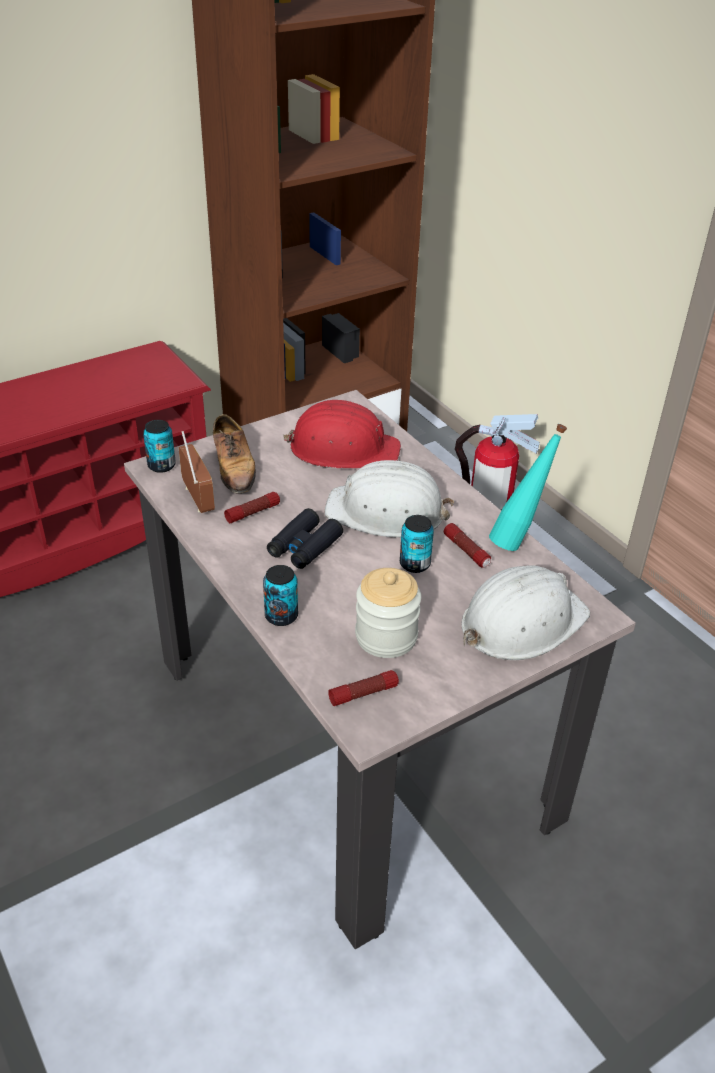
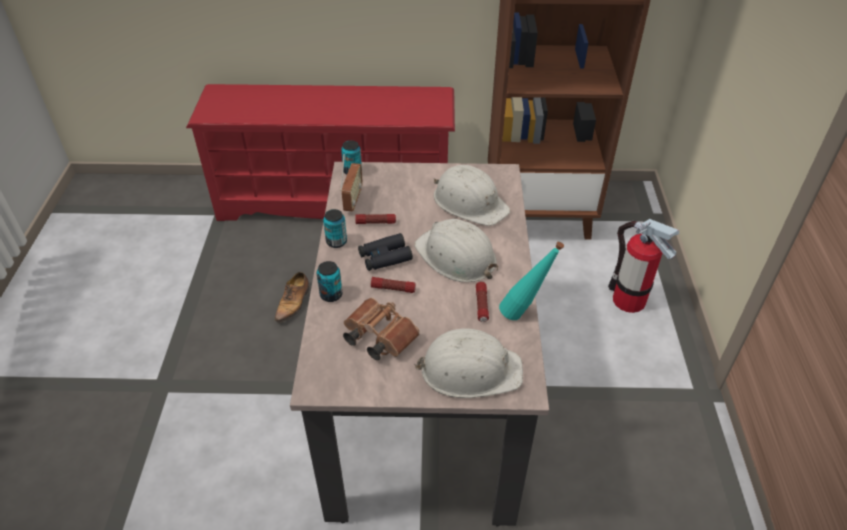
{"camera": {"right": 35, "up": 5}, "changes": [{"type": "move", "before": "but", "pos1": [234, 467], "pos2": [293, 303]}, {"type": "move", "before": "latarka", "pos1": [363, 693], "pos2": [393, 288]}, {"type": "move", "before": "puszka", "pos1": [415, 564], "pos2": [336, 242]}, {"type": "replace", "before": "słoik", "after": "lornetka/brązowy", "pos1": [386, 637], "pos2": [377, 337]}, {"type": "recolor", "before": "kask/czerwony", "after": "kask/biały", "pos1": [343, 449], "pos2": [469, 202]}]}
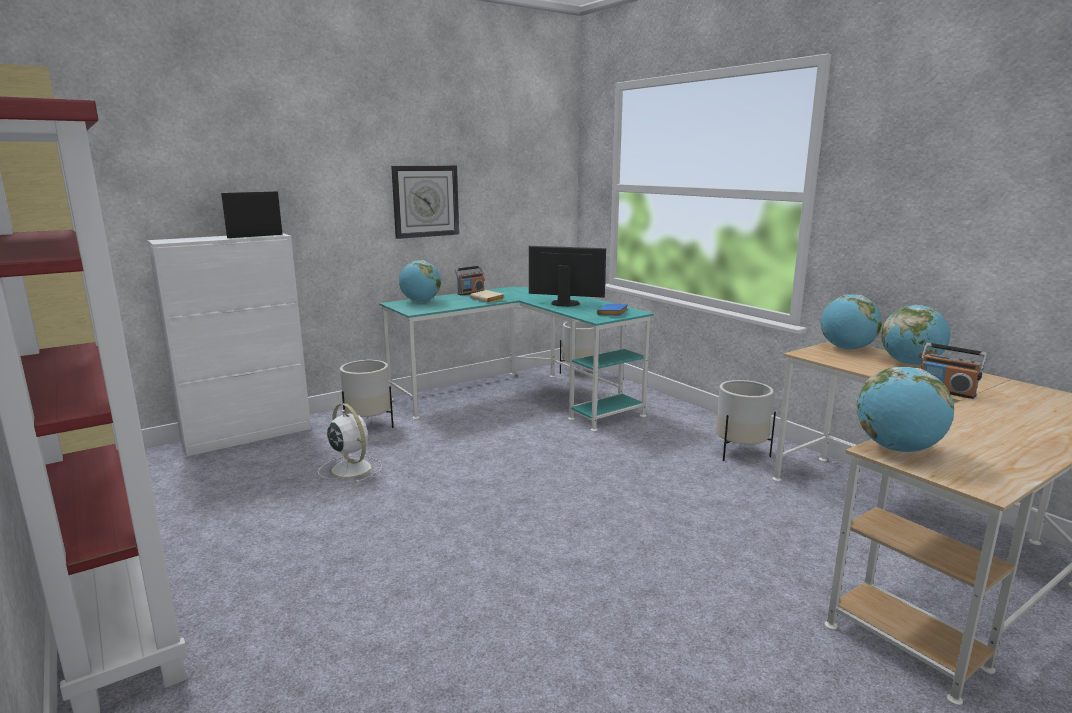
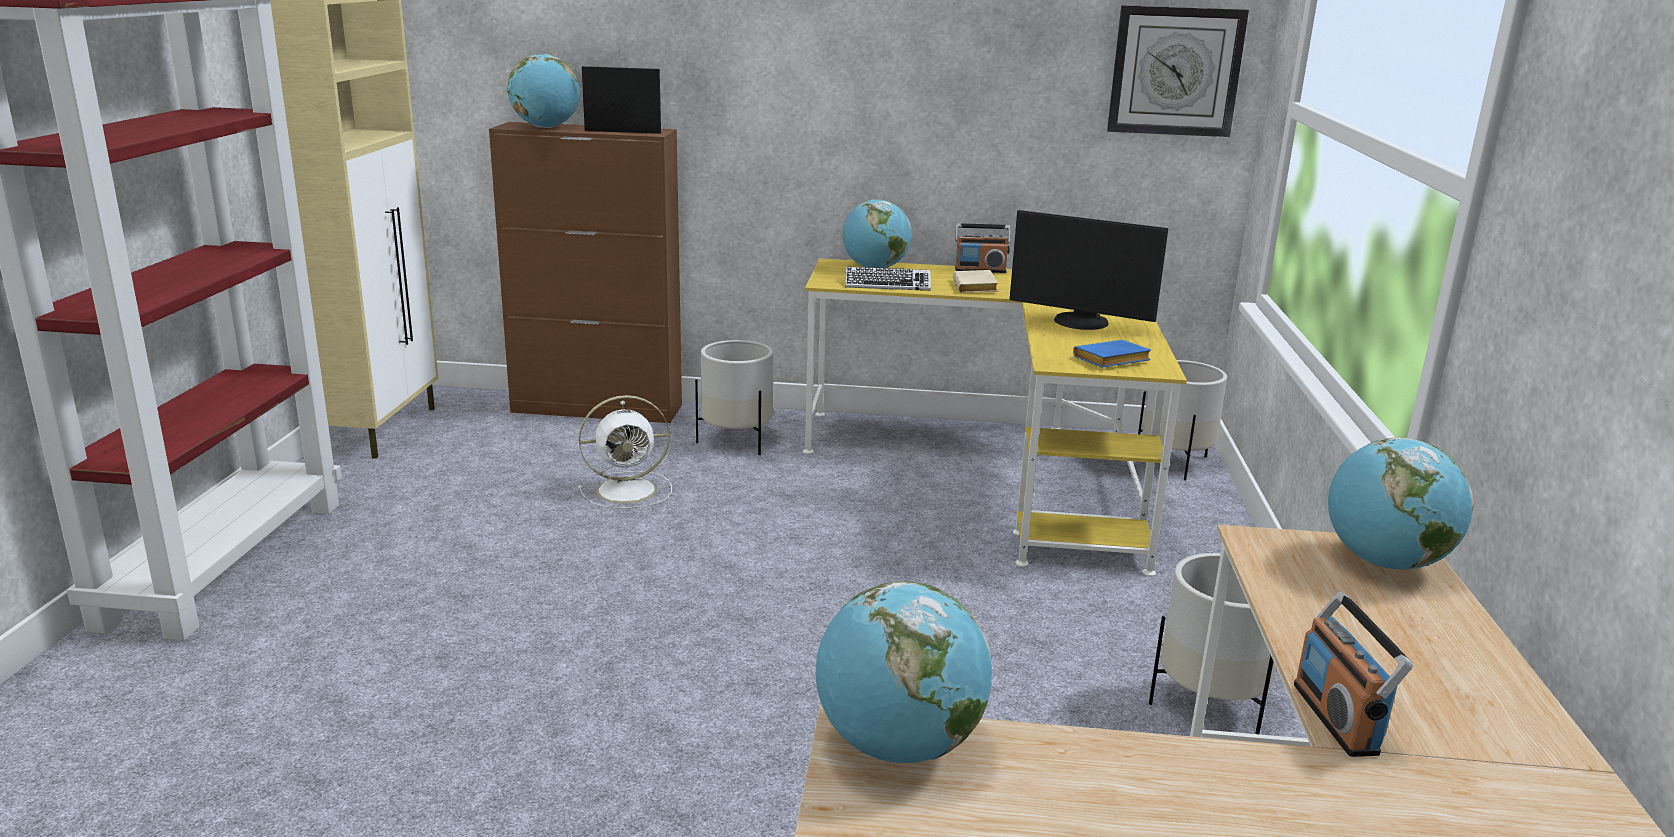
{"camera": {"right": 40, "up": 5}, "changes": [{"type": "insert", "after": "klawiatura", "pos2": [887, 285]}, {"type": "move", "before": "zegar ścienny", "pos1": [425, 201], "pos2": [1175, 71]}, {"type": "move", "before": "globus", "pos1": [910, 364], "pos2": [546, 127]}, {"type": "recolor", "before": "szafka/biały", "after": "szafka/brązowy", "pos1": [248, 435], "pos2": [598, 408]}, {"type": "recolor", "before": "biurko/turkusowy", "after": "biurko/żółty", "pos1": [518, 397], "pos2": [998, 470]}, {"type": "rotate", "before": "wentylator/biały", "pos1": [350, 468], "pos2": [629, 490], "turn": 75}, {"type": "rotate", "before": "monitor", "pos1": [565, 303], "pos2": [1080, 322], "turn": 150}]}
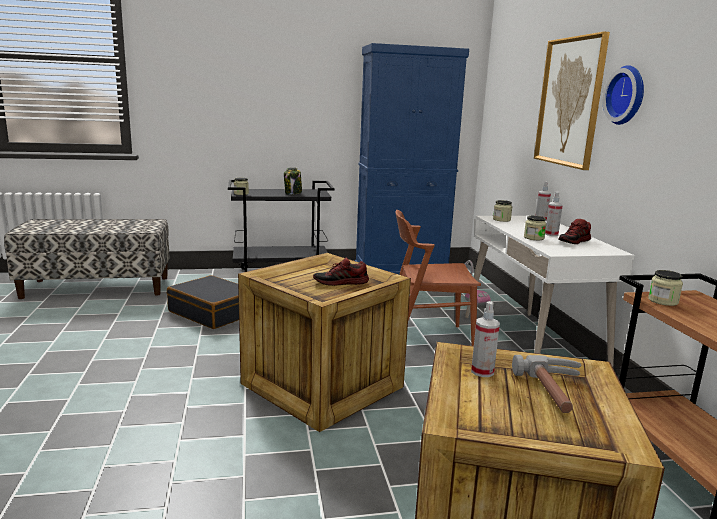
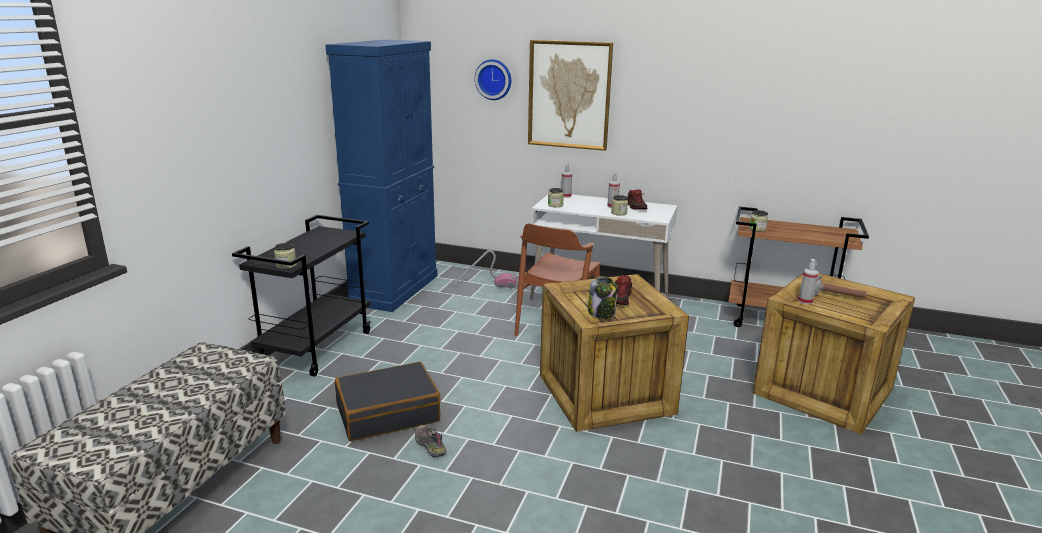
{"camera": {"right": -60, "up": 5}, "changes": [{"type": "insert", "after": "but", "pos2": [428, 445]}, {"type": "move", "before": "słoik", "pos1": [293, 193], "pos2": [602, 313]}, {"type": "move", "before": "zegar ścienny", "pos1": [627, 95], "pos2": [494, 79]}]}
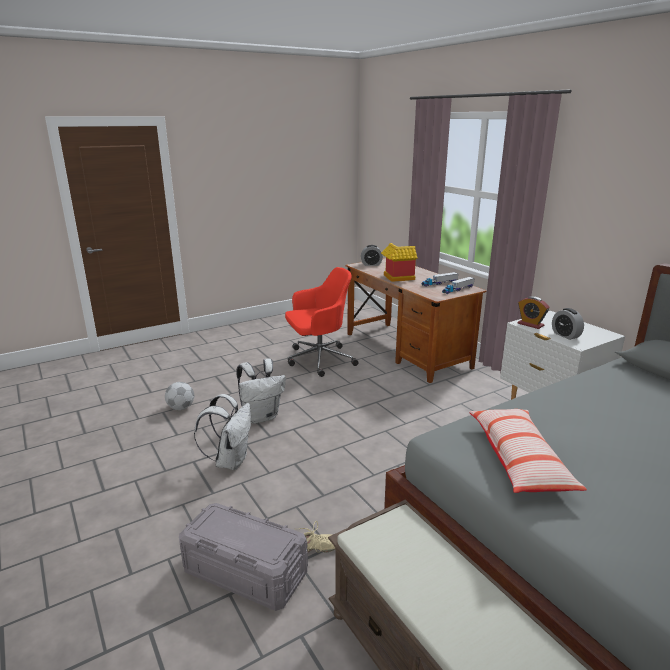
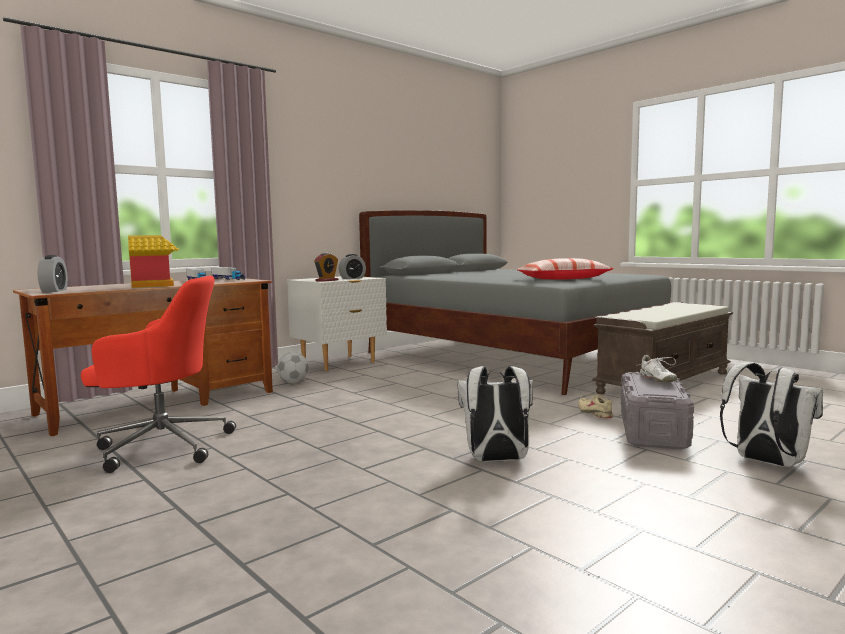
{"camera": {"right": -100, "up": -15}, "changes": [{"type": "insert", "after": "but/biały", "pos2": [657, 379]}, {"type": "move", "before": "piłka futbolowa", "pos1": [181, 408], "pos2": [293, 382]}, {"type": "move", "before": "plecak/biały", "pos1": [261, 416], "pos2": [765, 462]}, {"type": "rotate", "before": "krzesło biurowe/czerwony", "pos1": [318, 360], "pos2": [161, 446], "turn": 120}]}
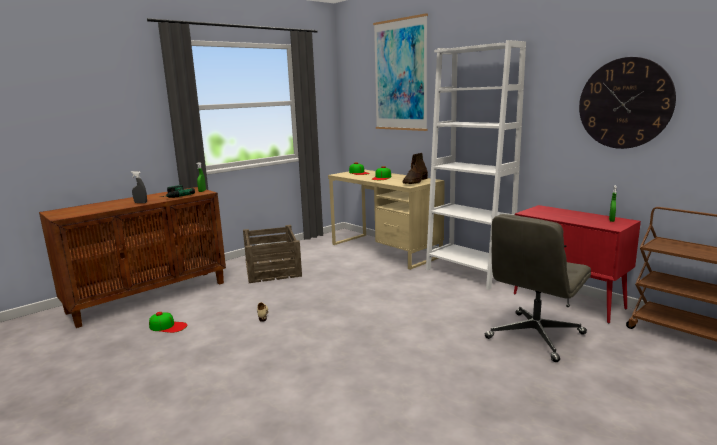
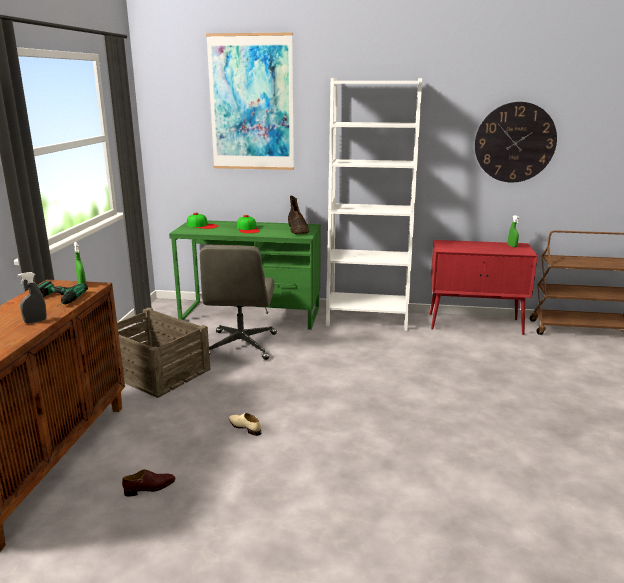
{"camera": {"right": -40, "up": 5}, "changes": [{"type": "move", "before": "krzesło biurowe/szary", "pos1": [535, 336], "pos2": [241, 346]}, {"type": "replace", "before": "czapka z daszkiem", "after": "but/brązowy", "pos1": [168, 326], "pos2": [150, 488]}, {"type": "recolor", "before": "biurko/beżowy", "after": "biurko/zielony", "pos1": [384, 250], "pos2": [251, 315]}]}
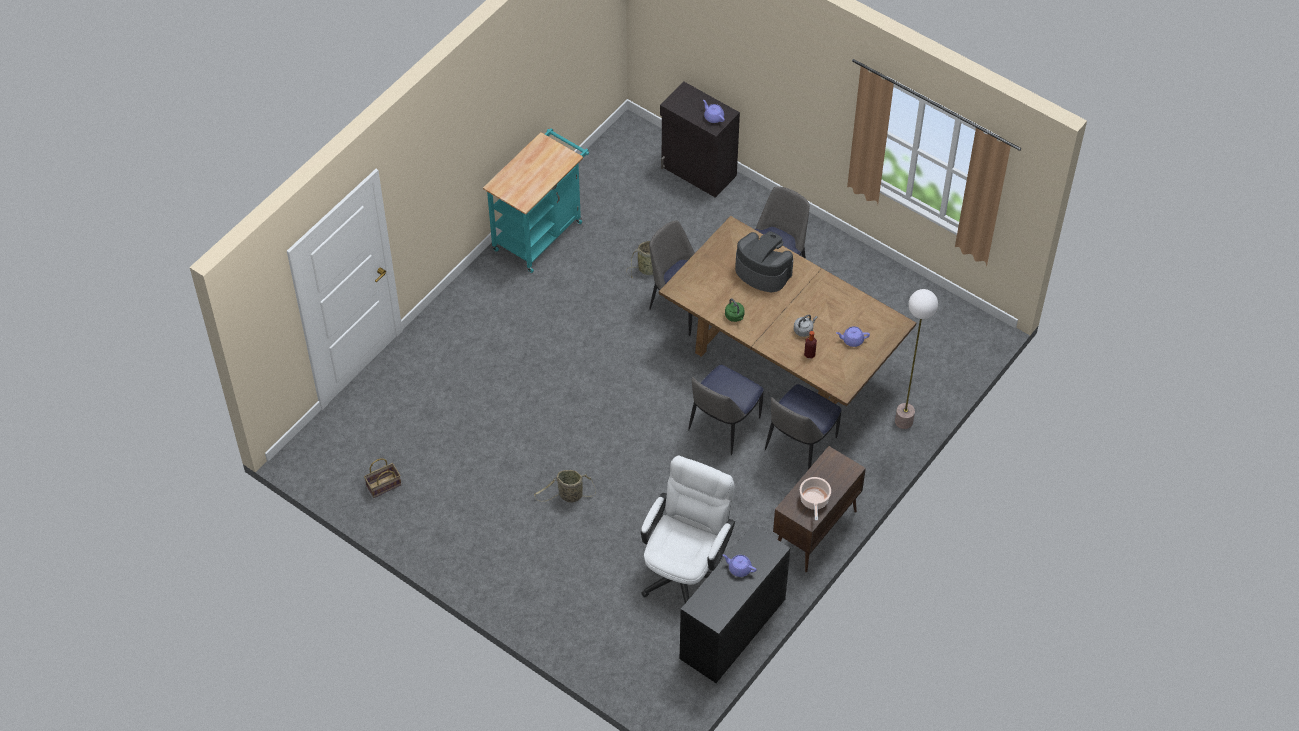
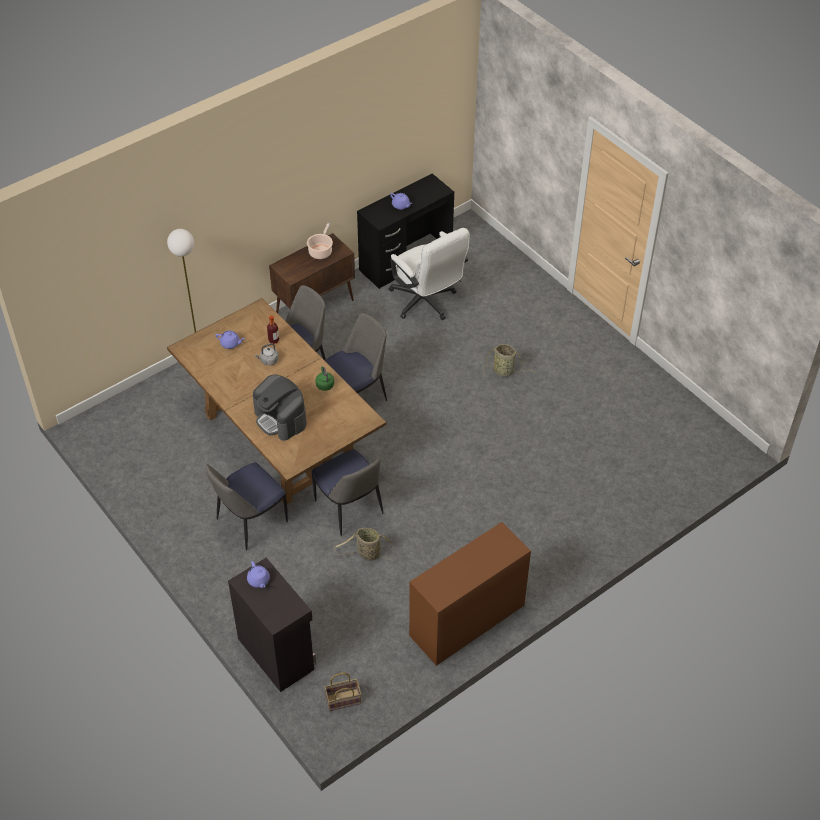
{"camera": {"right": -165, "up": -5}, "changes": [{"type": "move", "before": "koszyk", "pos1": [383, 486], "pos2": [344, 699]}, {"type": "replace", "before": "wózek/turkusowy", "after": "biurko/brązowy", "pos1": [541, 232], "pos2": [467, 620]}, {"type": "rotate", "before": "krzesło biurowe/biały", "pos1": [685, 569], "pos2": [426, 303], "turn": -75}]}
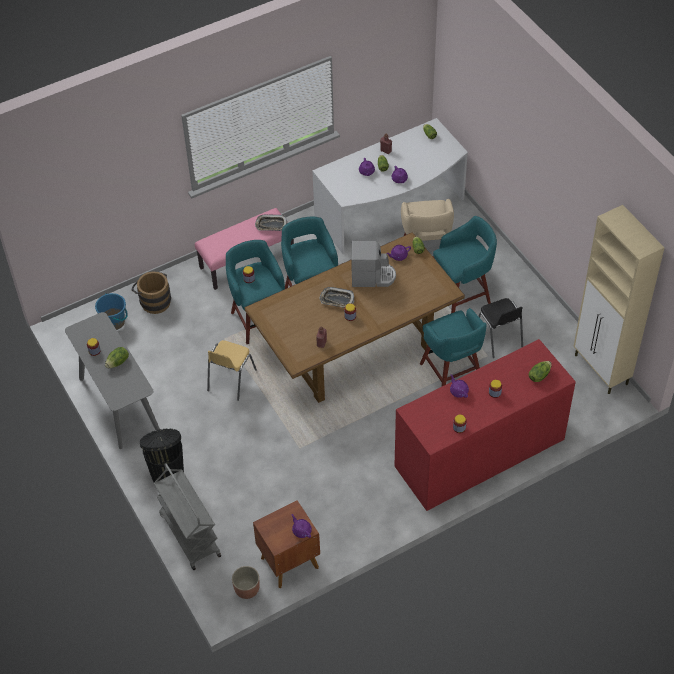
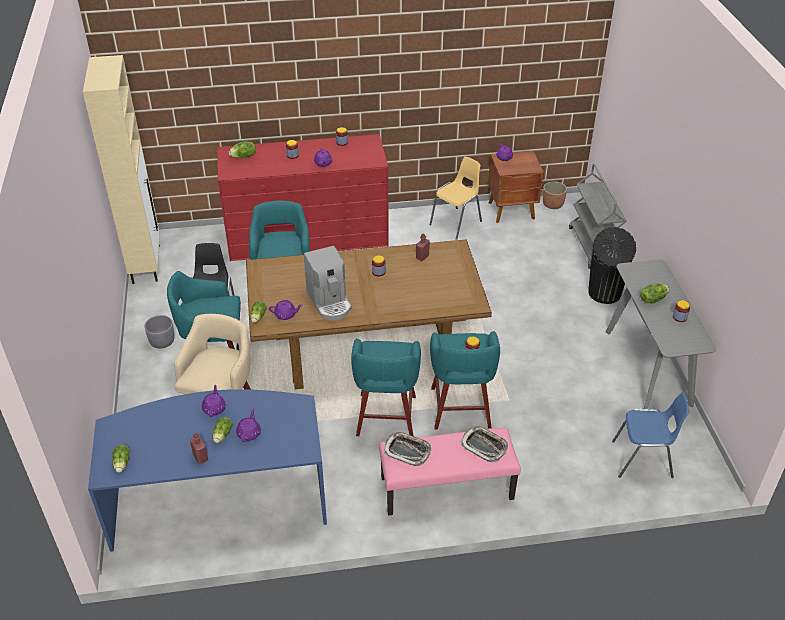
{"camera": {"right": -160, "up": -10}, "changes": [{"type": "delete", "before": "wiadro/brązowy", "pos1": [154, 301]}, {"type": "insert", "after": "donica/szary", "pos2": [162, 342]}, {"type": "move", "before": "krzesło/żółty", "pos1": [231, 380], "pos2": [456, 223]}, {"type": "move", "before": "taca", "pos1": [337, 299], "pos2": [484, 446]}, {"type": "replace", "before": "wiadro/niebieski", "after": "krzesło/niebieski", "pos1": [114, 322], "pos2": [643, 460]}, {"type": "recolor", "before": "biurko/biały", "after": "biurko/niebieski", "pos1": [391, 211], "pos2": [219, 498]}, {"type": "rotate", "before": "ekspres do kawy", "pos1": [372, 277], "pos2": [330, 302], "turn": -135}]}
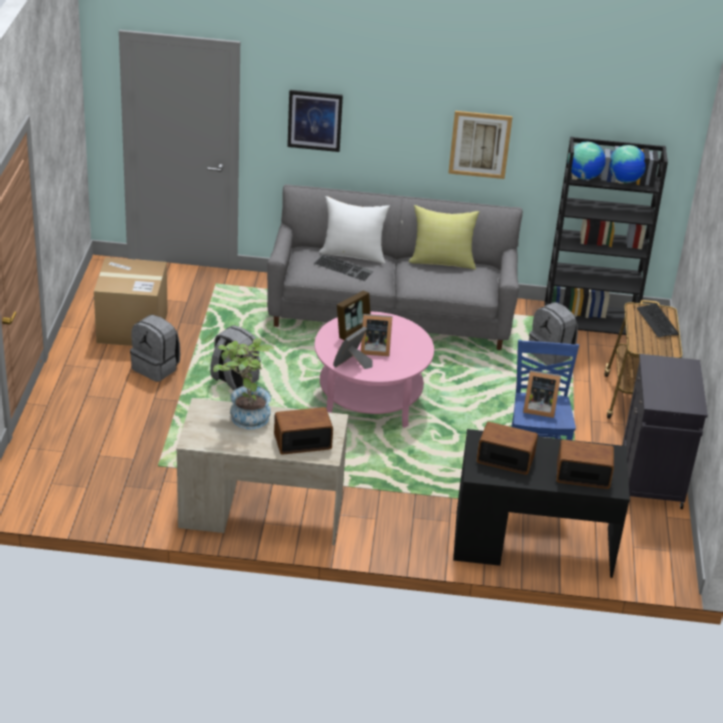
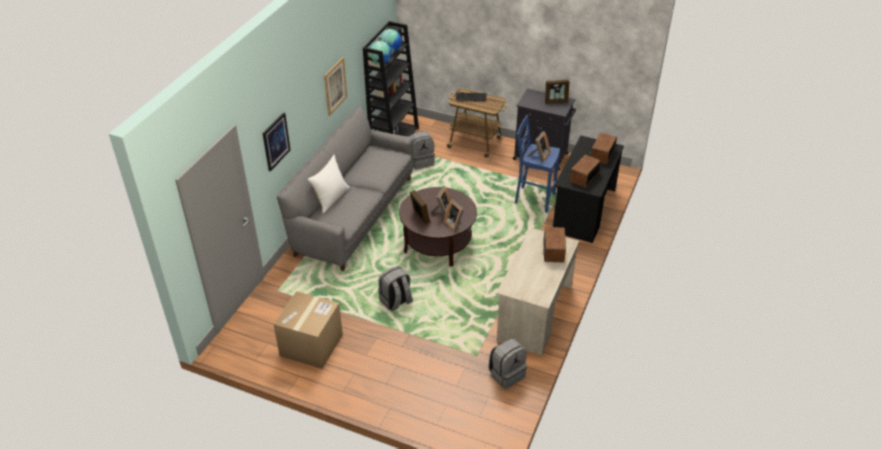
{"camera": {"right": -70, "up": 5}, "changes": [{"type": "delete", "before": "roślina doniczkowa", "pos1": [244, 415]}, {"type": "delete", "before": "klawiatura", "pos1": [344, 267]}, {"type": "delete", "before": "poduszka/żółty", "pos1": [442, 261]}, {"type": "insert", "after": "ramka na zdjęcie", "pos2": [556, 101]}, {"type": "move", "before": "plecak/szary", "pos1": [156, 368], "pos2": [506, 374]}, {"type": "recolor", "before": "ława/różowy", "after": "ława/brązowy", "pos1": [370, 398], "pos2": [438, 243]}]}
